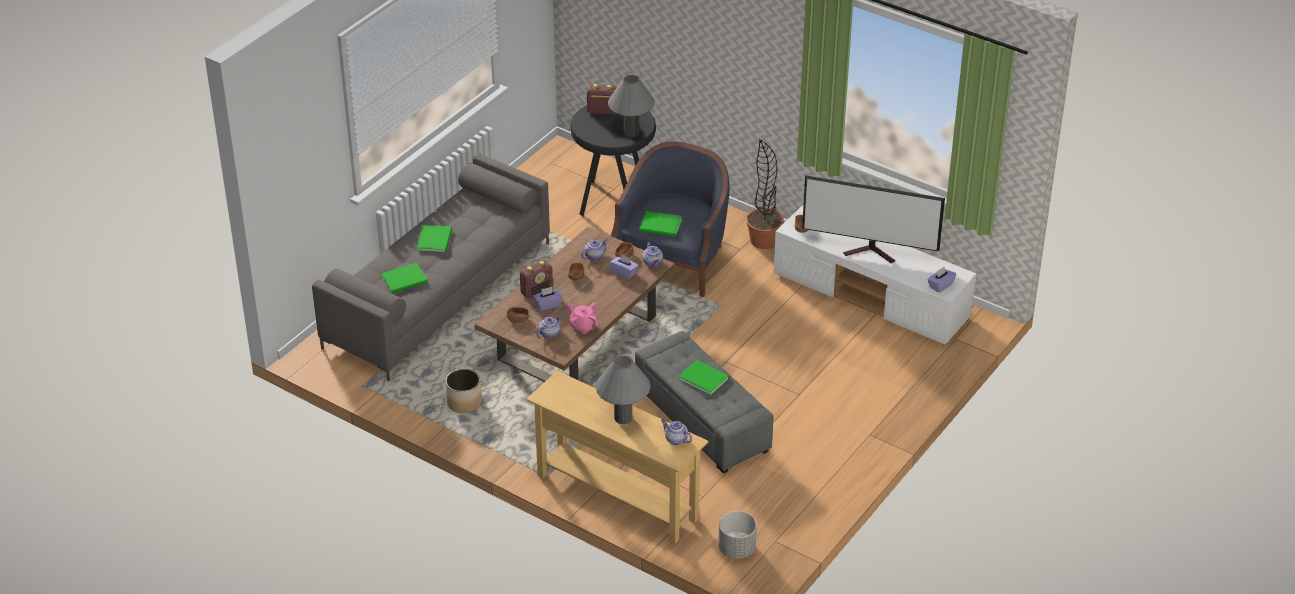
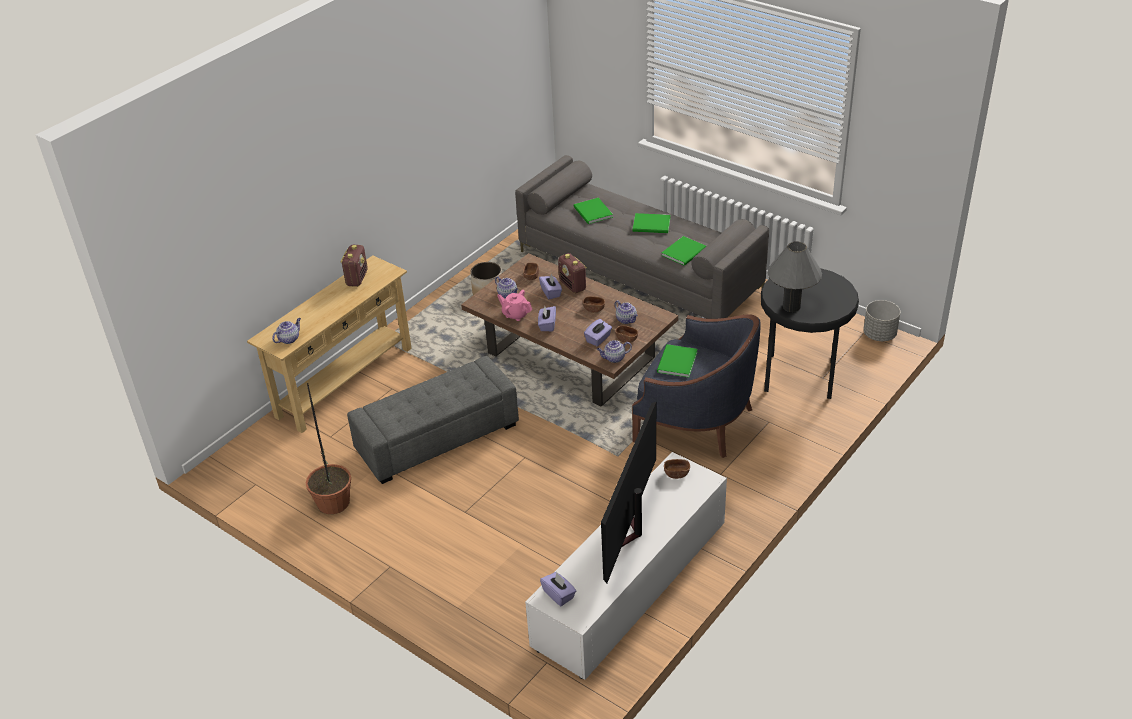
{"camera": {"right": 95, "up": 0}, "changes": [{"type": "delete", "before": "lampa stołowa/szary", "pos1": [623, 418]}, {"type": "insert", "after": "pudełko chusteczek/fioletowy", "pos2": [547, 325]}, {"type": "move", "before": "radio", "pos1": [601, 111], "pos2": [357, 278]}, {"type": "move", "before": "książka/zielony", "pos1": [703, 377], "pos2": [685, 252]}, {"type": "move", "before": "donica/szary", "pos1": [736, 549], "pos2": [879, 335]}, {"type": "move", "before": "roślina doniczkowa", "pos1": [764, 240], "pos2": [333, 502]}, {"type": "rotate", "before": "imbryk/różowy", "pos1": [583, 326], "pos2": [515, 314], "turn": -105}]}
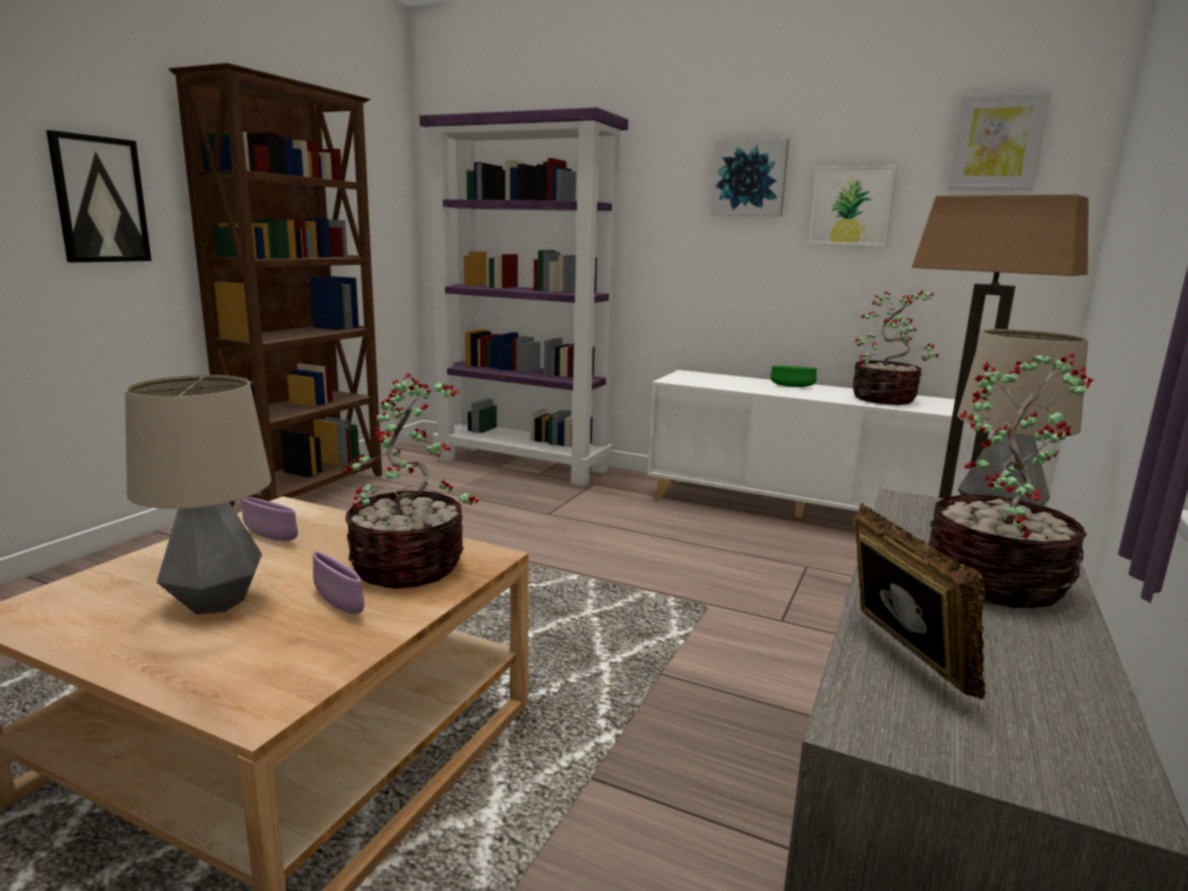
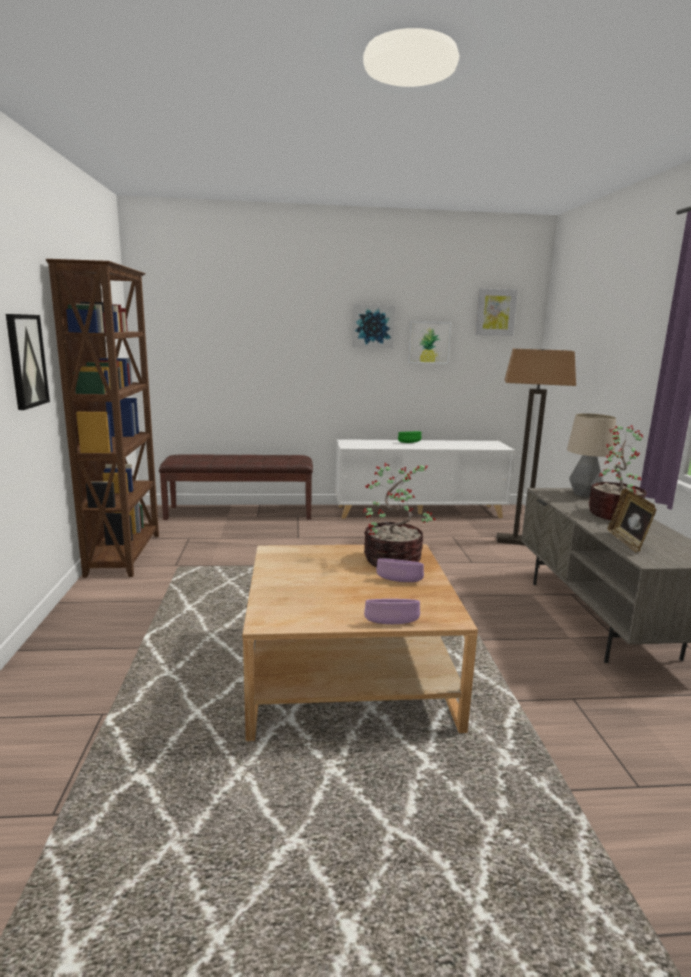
{"camera": {"right": -30, "up": 0}, "changes": [{"type": "delete", "before": "lampa stołowa", "pos1": [215, 603]}, {"type": "delete", "before": "roślina doniczkowa", "pos1": [885, 399]}, {"type": "move", "before": "miska/fioletowy", "pos1": [271, 537], "pos2": [391, 623]}, {"type": "replace", "before": "regał/fioletowy", "after": "ławka/brązowy", "pos1": [523, 465], "pos2": [240, 512]}, {"type": "rotate", "before": "ramka na zdjęcie", "pos1": [901, 656], "pos2": [627, 542], "turn": -135}]}
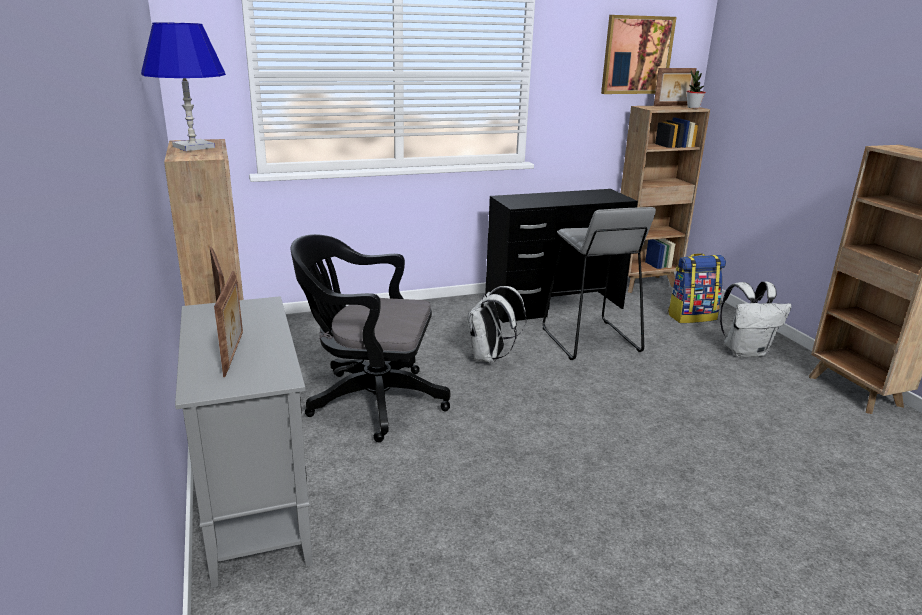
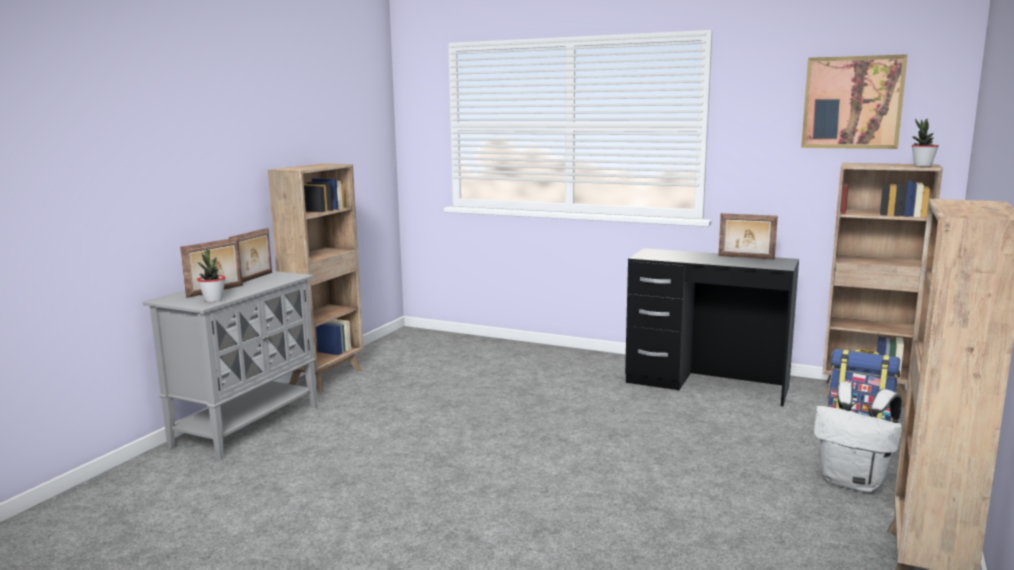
{"camera": {"right": 45, "up": -10}, "changes": [{"type": "delete", "before": "lampa stołowa/niebieski", "pos1": [193, 147]}, {"type": "delete", "before": "krzesło biurowe/czarny", "pos1": [370, 401]}, {"type": "delete", "before": "plecak/biały", "pos1": [490, 358]}, {"type": "delete", "before": "stołek/szary", "pos1": [589, 340]}, {"type": "insert", "after": "roślina doniczkowa", "pos2": [213, 300]}, {"type": "move", "before": "ramka na zdjęcie", "pos1": [672, 105], "pos2": [746, 257]}]}
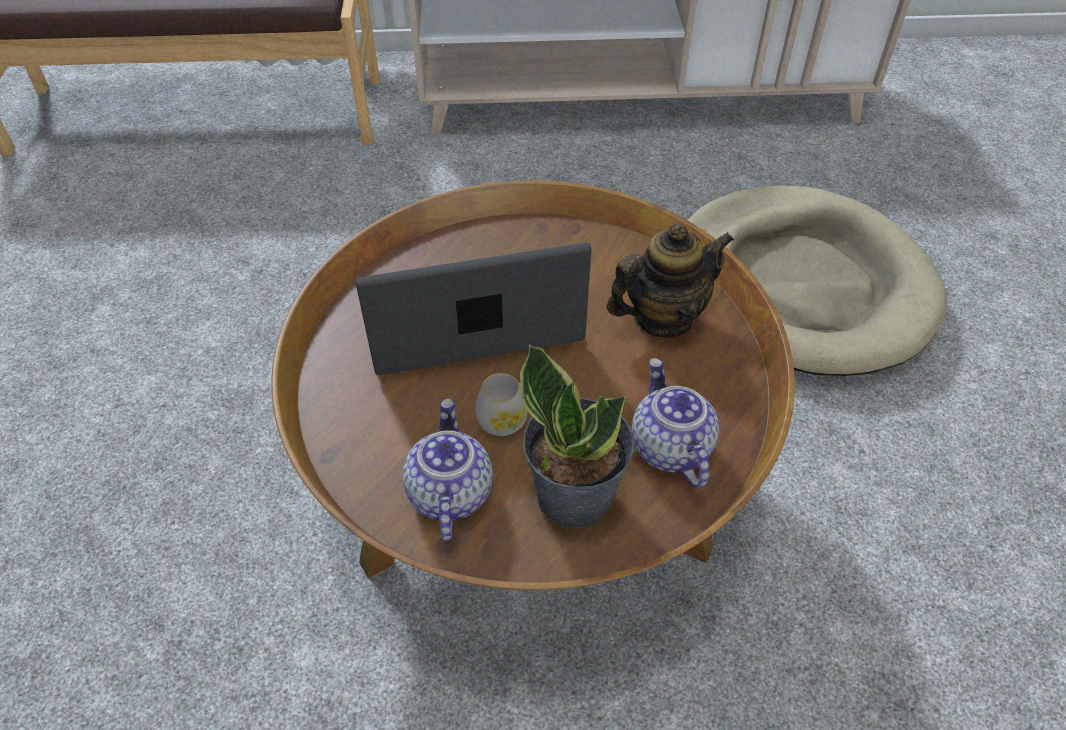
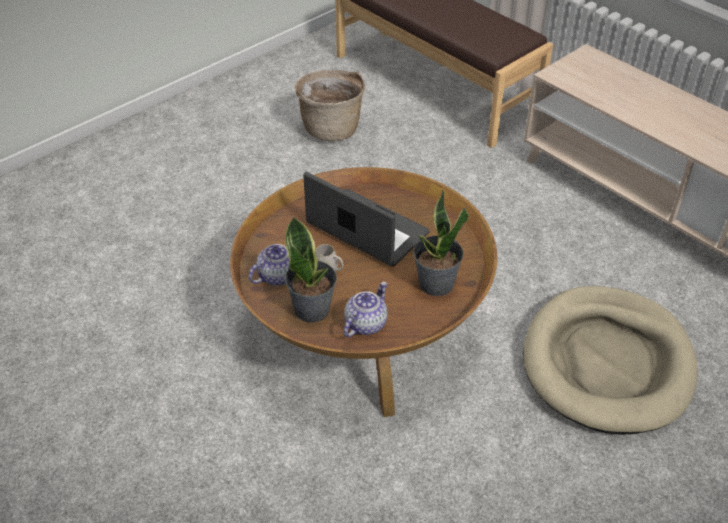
{"camera": {"right": 50, "up": -5}, "changes": [{"type": "insert", "after": "koszyk", "pos2": [331, 127]}, {"type": "replace", "before": "imbryk", "after": "roślina doniczkowa", "pos1": [662, 317], "pos2": [436, 284]}]}
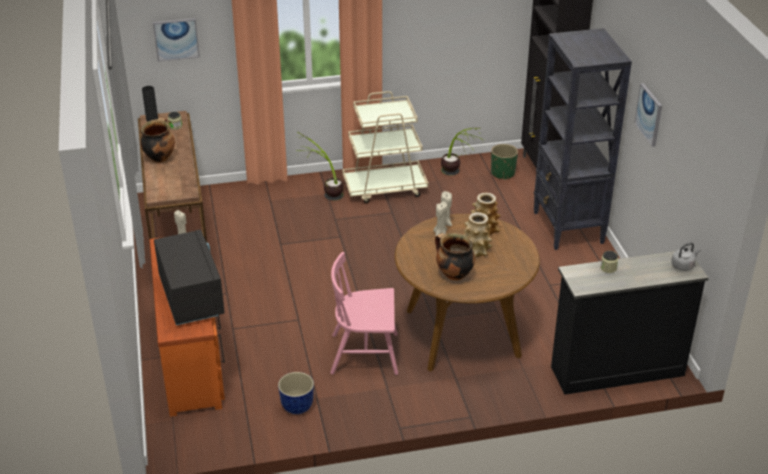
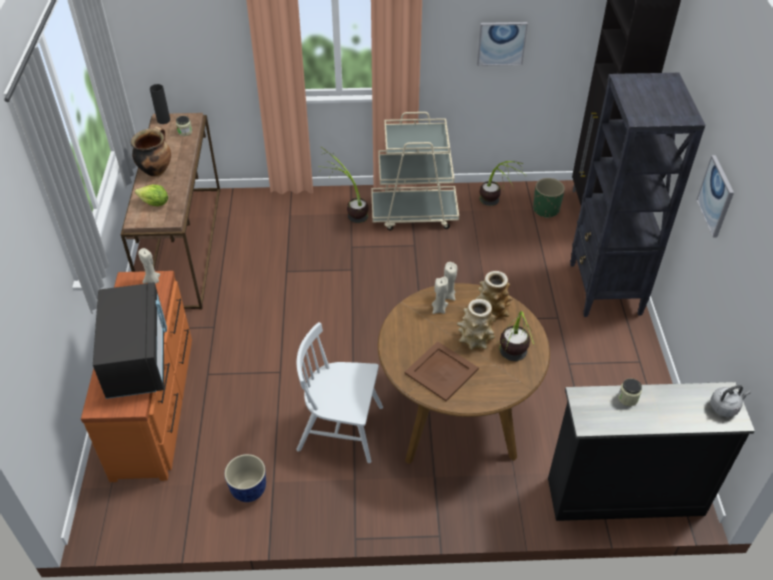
{"camera": {"right": 10, "up": 10}, "changes": [{"type": "insert", "after": "sałata", "pos2": [154, 203]}, {"type": "insert", "after": "roślina doniczkowa", "pos2": [511, 363]}, {"type": "move", "before": "obraz", "pos1": [176, 39], "pos2": [501, 43]}, {"type": "replace", "before": "garnek", "after": "taca/brązowy", "pos1": [453, 274], "pos2": [440, 371]}, {"type": "recolor", "before": "krzesło/różowy", "after": "krzesło/biały", "pos1": [365, 354], "pos2": [341, 429]}]}
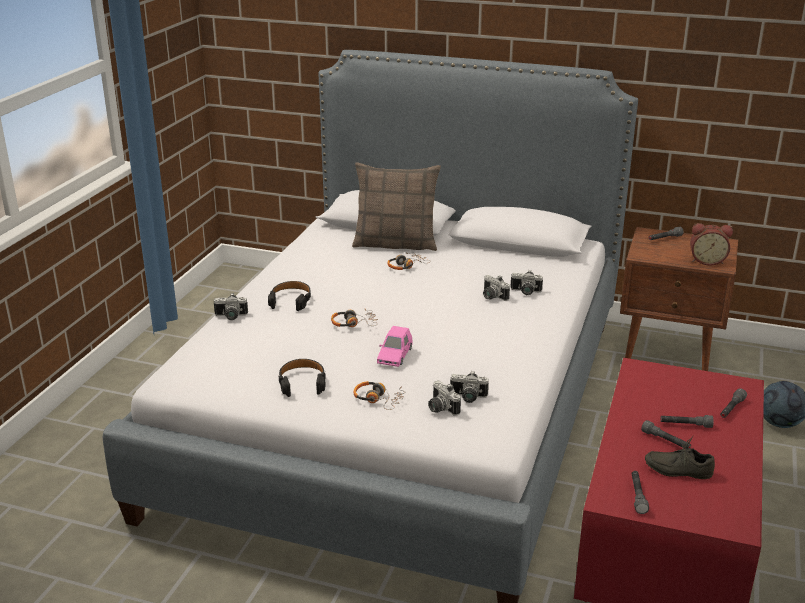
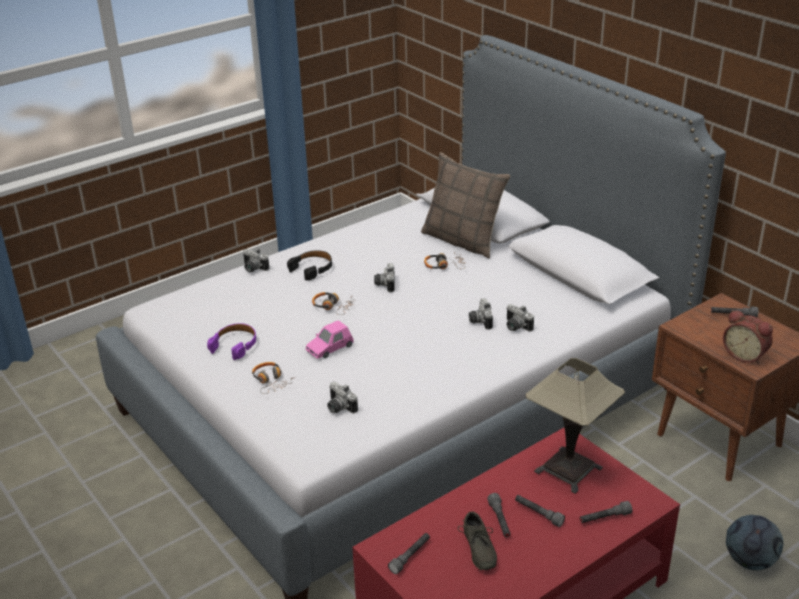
{"camera": {"right": 35, "up": 5}, "changes": [{"type": "insert", "after": "lampa stołowa", "pos2": [568, 470]}, {"type": "move", "before": "aparat fotograficzny", "pos1": [440, 408], "pos2": [384, 284]}, {"type": "recolor", "before": "słuchawki/czarny", "after": "słuchawki/fioletowy", "pos1": [302, 383], "pos2": [235, 345]}, {"type": "rotate", "before": "but/szary", "pos1": [678, 469], "pos2": [477, 550], "turn": -150}]}
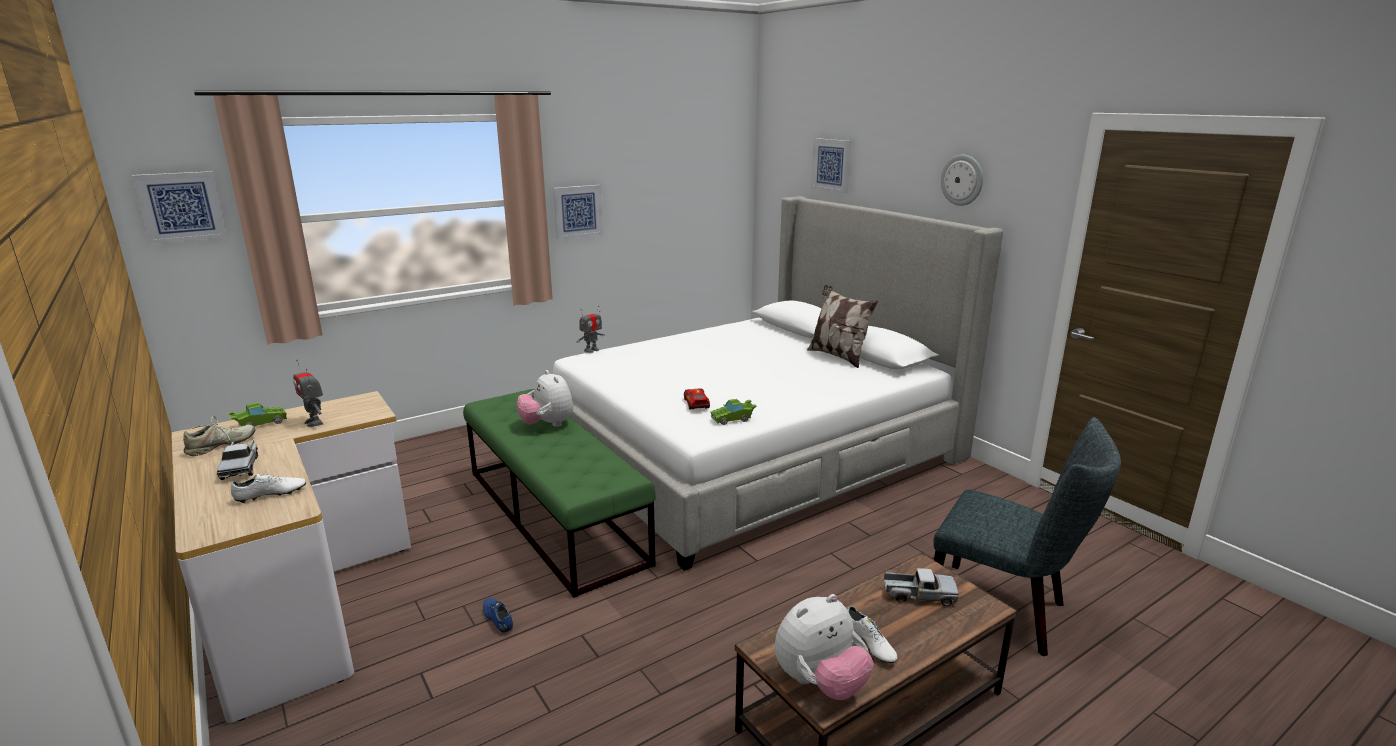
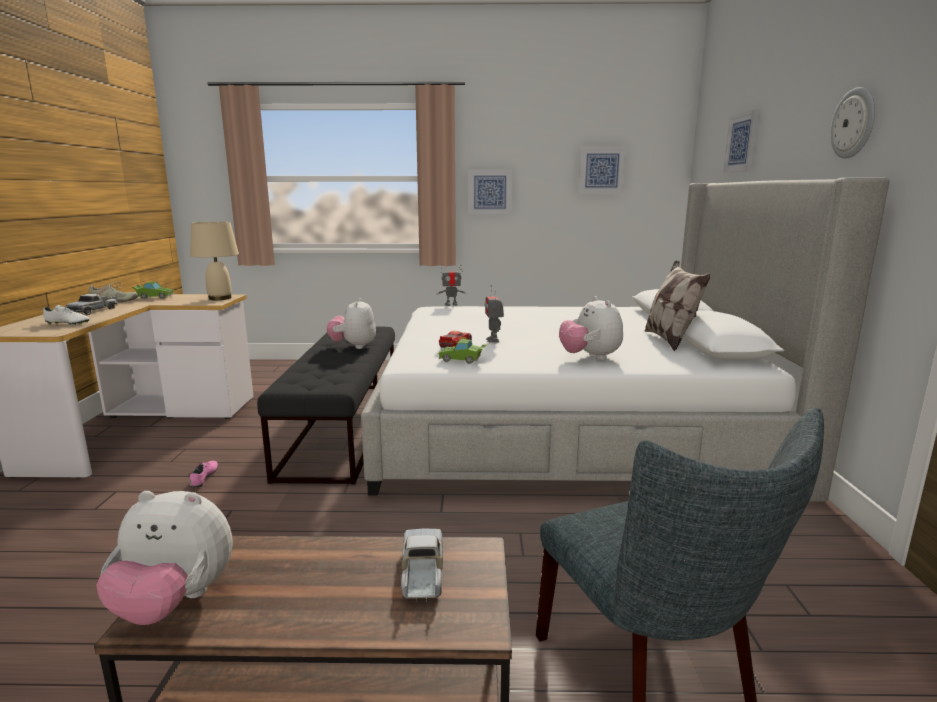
{"camera": {"right": 35, "up": -5}, "changes": [{"type": "delete", "before": "but/biały", "pos1": [869, 645]}, {"type": "insert", "after": "lampa stołowa/beżowy", "pos2": [220, 298]}, {"type": "insert", "after": "pluszak", "pos2": [590, 357]}, {"type": "move", "before": "obraz", "pos1": [181, 206], "pos2": [601, 170]}, {"type": "move", "before": "robot zabawkowy", "pos1": [314, 422], "pos2": [493, 340]}, {"type": "recolor", "before": "ławka/zielony", "after": "ławka/czarny", "pos1": [554, 515], "pos2": [343, 427]}, {"type": "recolor", "before": "but/niebieski", "after": "but/różowy", "pos1": [498, 619], "pos2": [204, 478]}, {"type": "rotate", "before": "ciężarówka zabawkowa", "pos1": [919, 595], "pos2": [422, 574], "turn": -135}]}
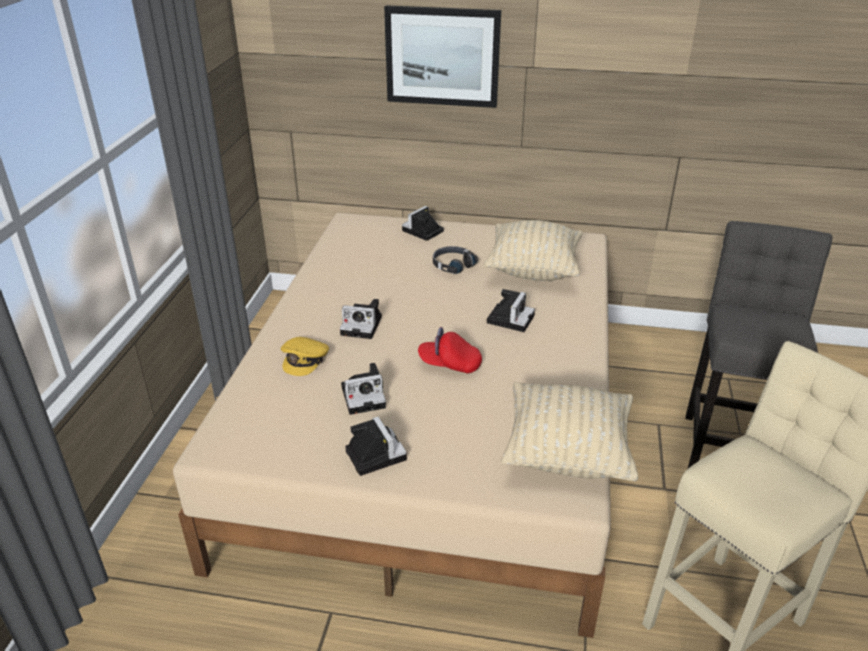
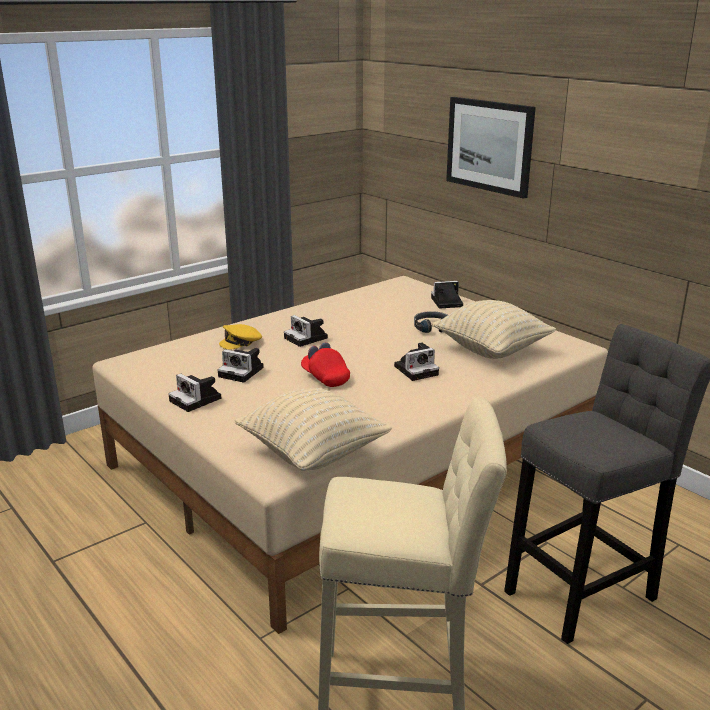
{"camera": {"right": 40, "up": -10}, "changes": [{"type": "rotate", "before": "aparat fotograficzny", "pos1": [374, 454], "pos2": [197, 400], "turn": 120}]}
